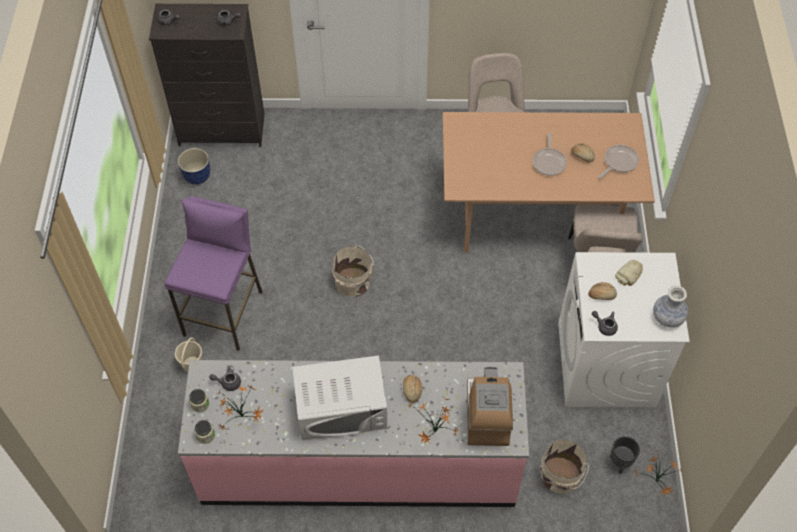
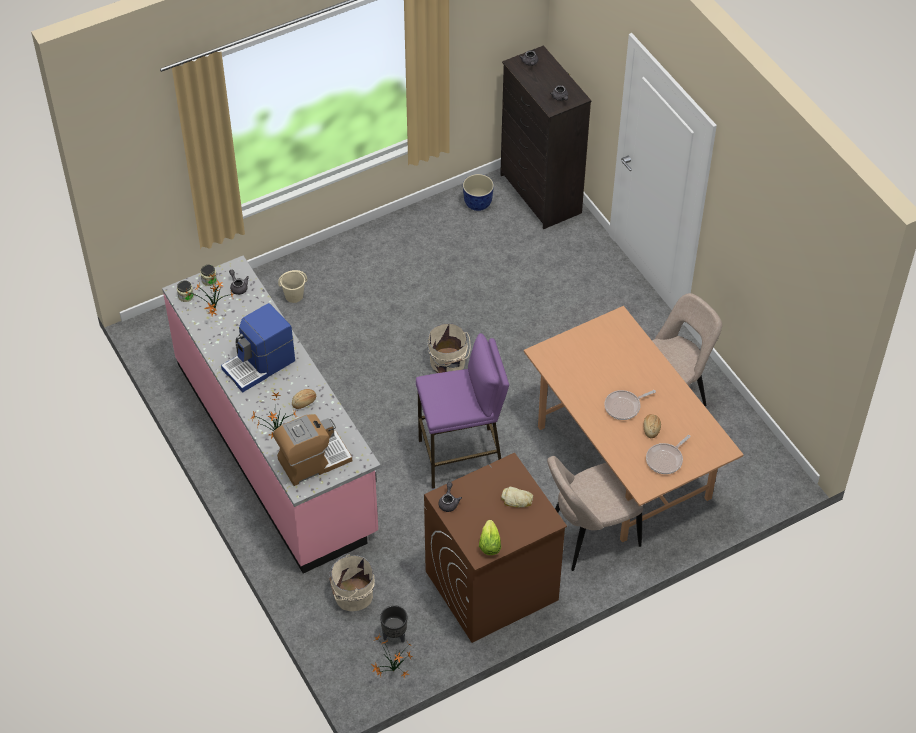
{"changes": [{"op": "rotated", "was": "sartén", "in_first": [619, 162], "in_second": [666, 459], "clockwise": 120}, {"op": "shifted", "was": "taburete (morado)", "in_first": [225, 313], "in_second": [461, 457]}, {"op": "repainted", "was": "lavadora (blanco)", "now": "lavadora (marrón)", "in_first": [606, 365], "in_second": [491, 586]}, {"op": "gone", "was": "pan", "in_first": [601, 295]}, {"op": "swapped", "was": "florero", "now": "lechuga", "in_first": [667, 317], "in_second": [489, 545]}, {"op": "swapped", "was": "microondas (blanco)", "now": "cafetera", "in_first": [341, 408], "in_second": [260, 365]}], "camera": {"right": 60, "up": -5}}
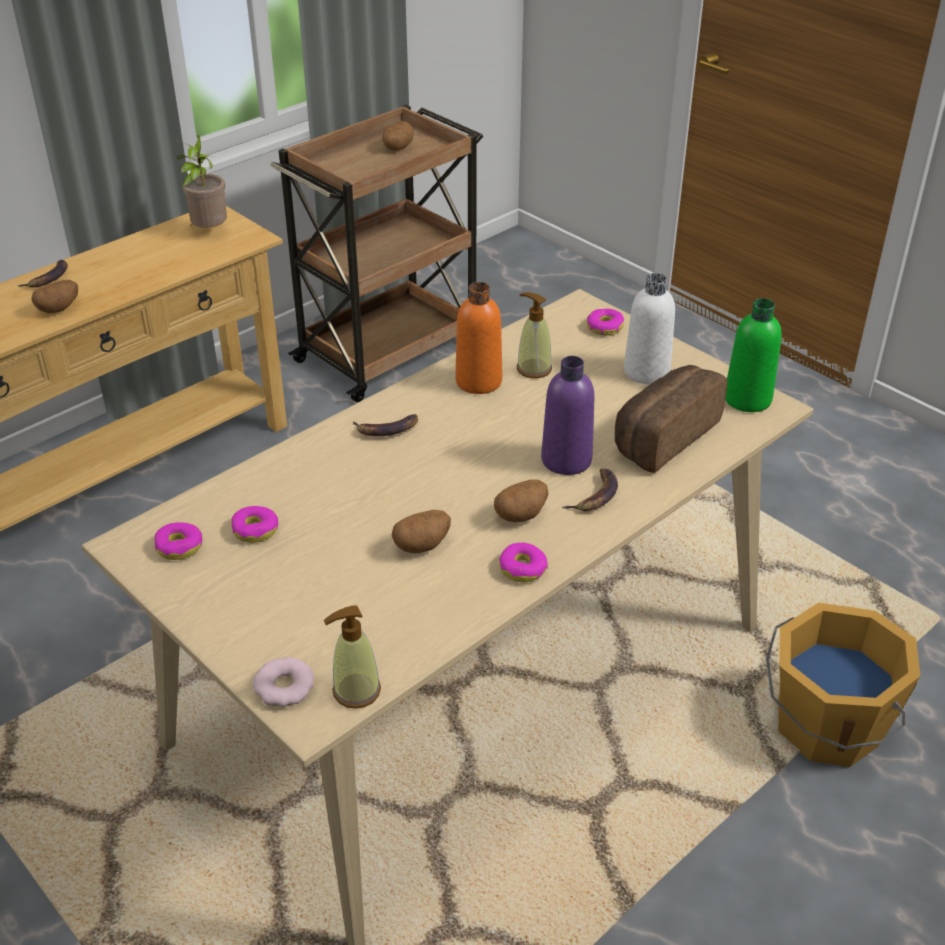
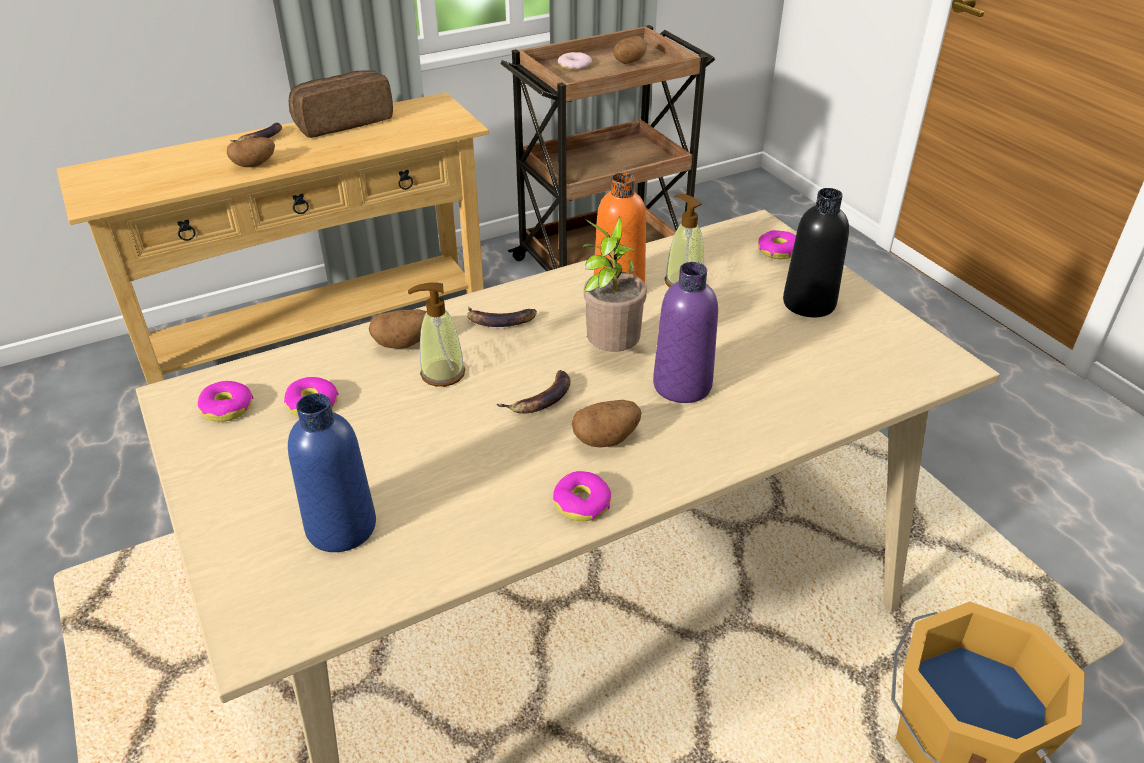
{"changes": [{"op": "shifted", "was": "planta en maceta", "in_first": [208, 232], "in_second": [610, 352]}, {"op": "repainted", "was": "botella (blanco)", "now": "botella (negro)", "in_first": [646, 372], "in_second": [809, 303]}, {"op": "gone", "was": "botella (verde)", "in_first": [747, 399]}, {"op": "shifted", "was": "pan", "in_first": [662, 436], "in_second": [343, 122]}, {"op": "shifted", "was": "plátano", "in_first": [595, 495], "in_second": [541, 398]}, {"op": "shifted", "was": "patata", "in_first": [422, 545], "in_second": [404, 343]}, {"op": "shifted", "was": "dispensador de jabón", "in_first": [356, 691], "in_second": [442, 373]}, {"op": "shifted", "was": "rosquilla", "in_first": [284, 687], "in_second": [574, 65]}, {"op": "new", "now": "botella (azul)", "in_second": [341, 527]}], "camera": {"right": 15, "up": 0}}
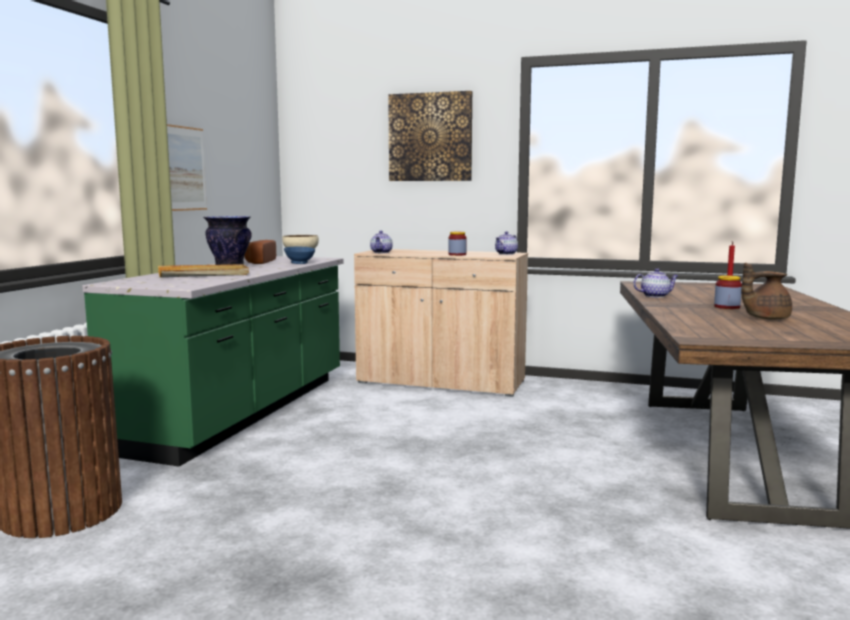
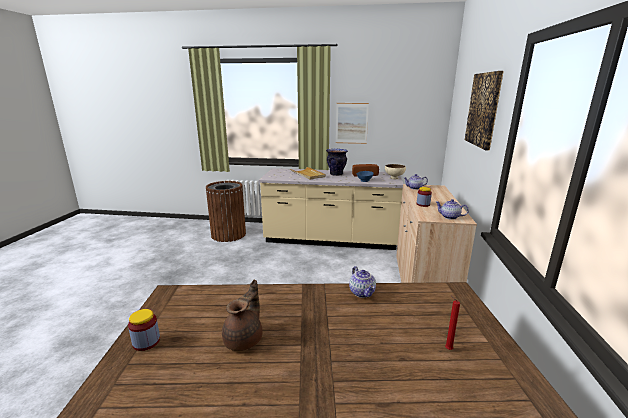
{"changes": [{"op": "repainted", "was": "mueble bajo de cocina (verde)", "now": "mueble bajo de cocina (beis)", "in_first": [241, 412], "in_second": [330, 240]}, {"op": "rotated", "was": "tetera (marrón)", "in_first": [764, 318], "in_second": [245, 339], "clockwise": 45}, {"op": "shifted", "was": "tarro", "in_first": [727, 307], "in_second": [146, 342]}], "camera": {"right": 80, "up": 10}}
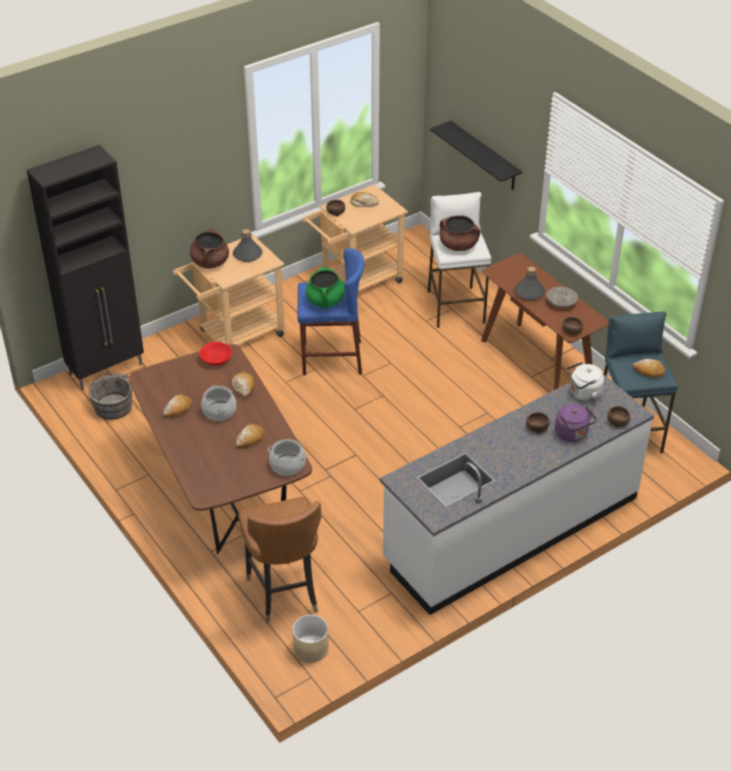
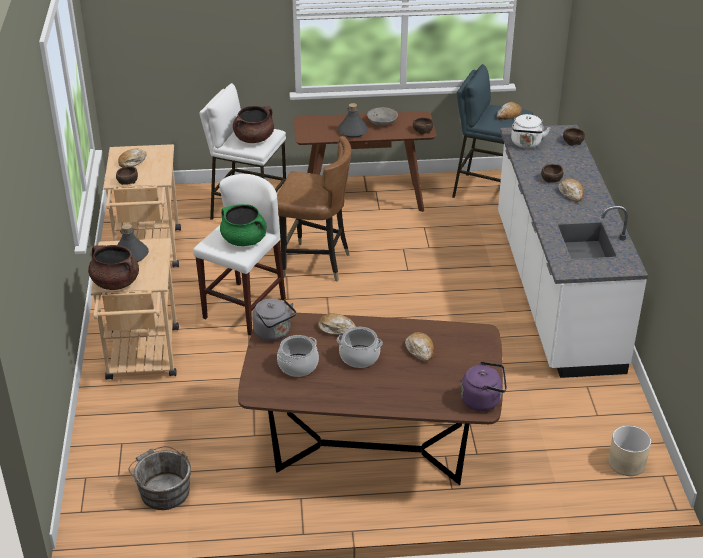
{"changes": [{"op": "gone", "was": "estante (negro)", "in_first": [484, 156]}, {"op": "gone", "was": "armario (negro)", "in_first": [107, 369]}, {"op": "repainted", "was": "taburete (azul)", "now": "taburete (blanco)", "in_first": [331, 358], "in_second": [244, 308]}, {"op": "swapped", "was": "cuenco (rojo)", "now": "hervidor (gris)", "in_first": [216, 359], "in_second": [274, 333]}, {"op": "shifted", "was": "pan", "in_first": [178, 409], "in_second": [571, 193]}, {"op": "shifted", "was": "hervidor (morado)", "in_first": [573, 434], "in_second": [483, 400]}, {"op": "shifted", "was": "olla", "in_first": [287, 465], "in_second": [298, 365]}, {"op": "shifted", "was": "silla (marrón)", "in_first": [284, 593], "in_second": [315, 264]}], "camera": {"right": -60, "up": -5}}
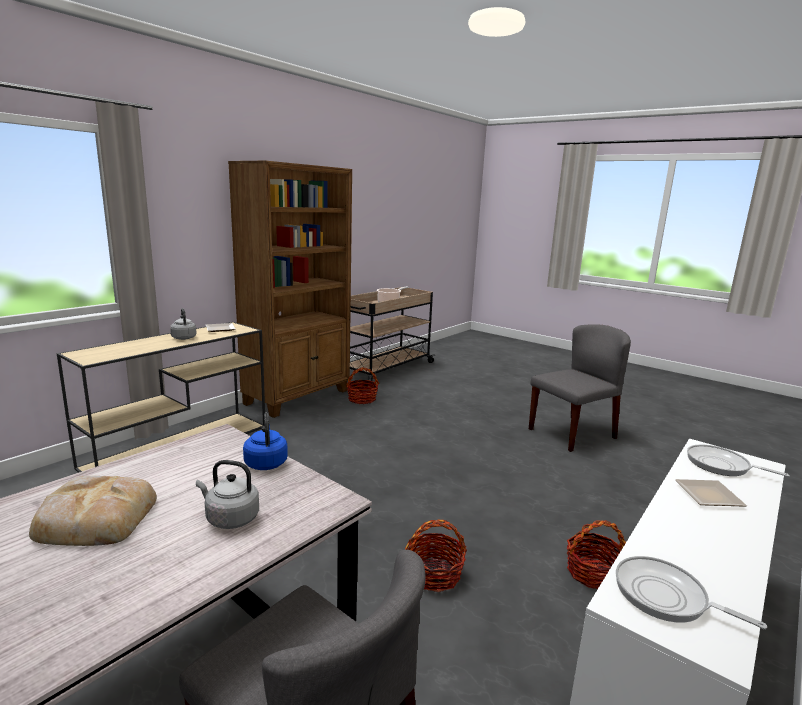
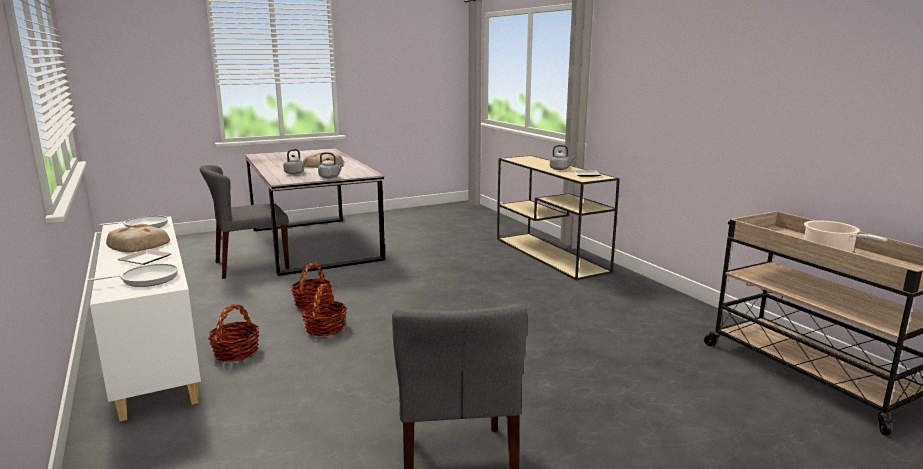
{"changes": [{"op": "gone", "was": "estantería (marrón)", "in_first": [298, 397]}, {"op": "shifted", "was": "cesta", "in_first": [362, 399], "in_second": [325, 328]}, {"op": "repainted", "was": "hervidor (azul)", "now": "hervidor (gris)", "in_first": [266, 462], "in_second": [330, 177]}, {"op": "new", "now": "pan", "in_second": [138, 244]}], "camera": {"right": 115, "up": 0}}
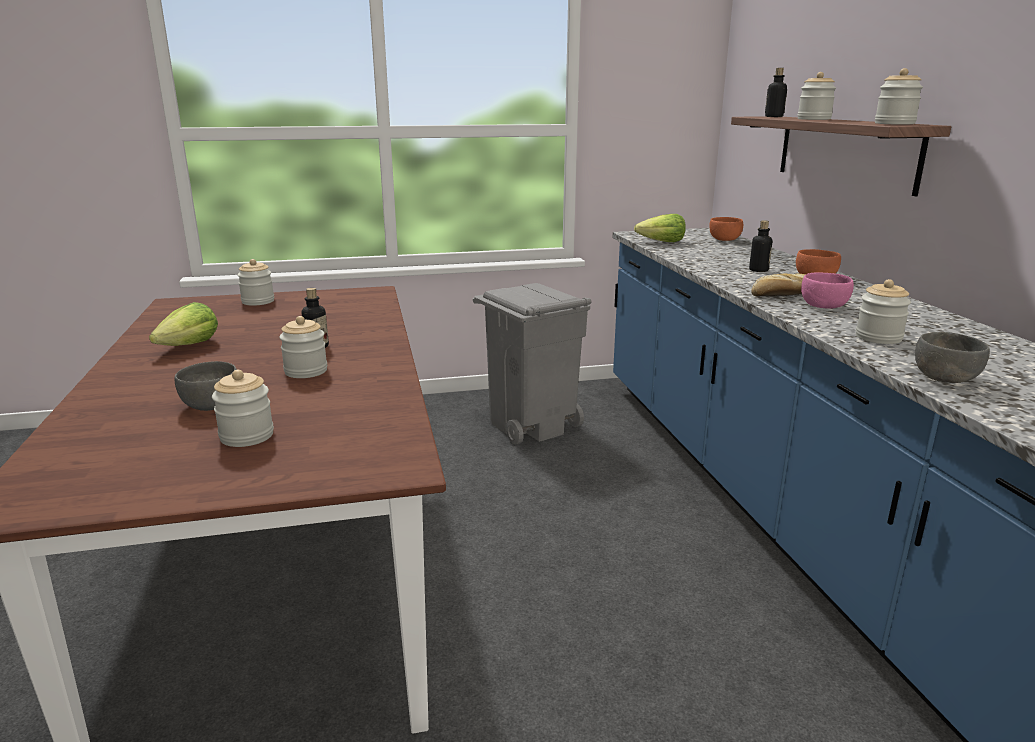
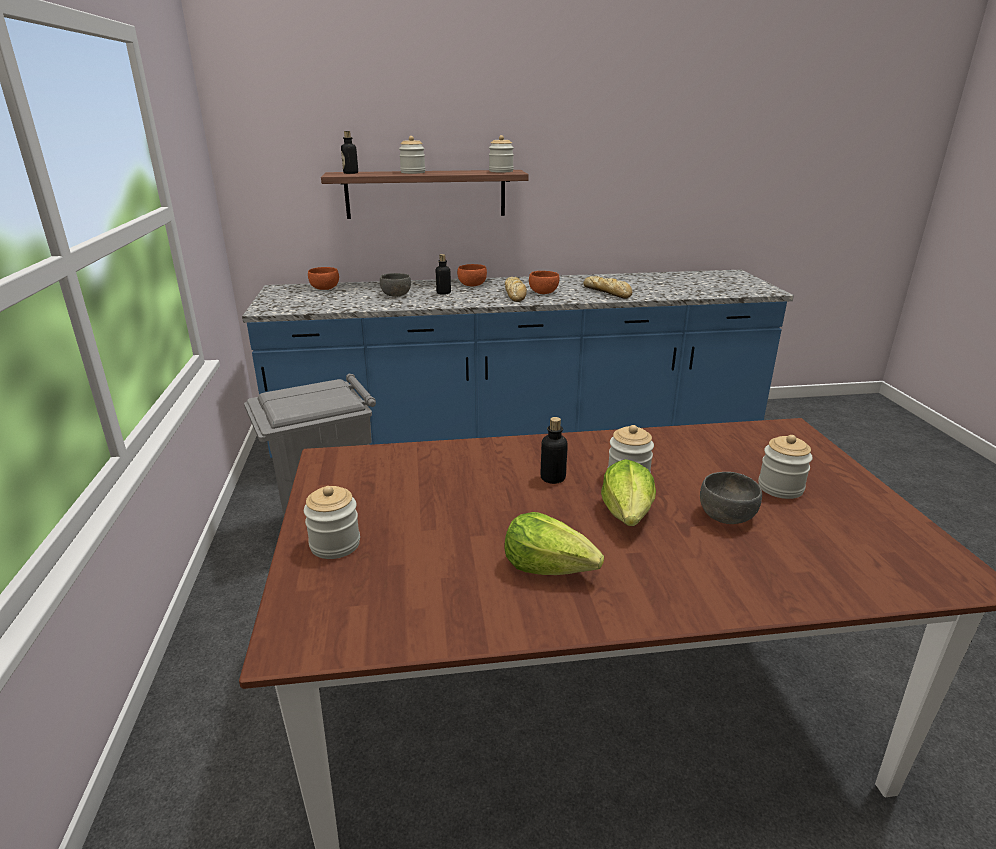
{"changes": [{"op": "shifted", "was": "lechuga", "in_first": [661, 242], "in_second": [628, 514]}, {"op": "repainted", "was": "cuenco (rosa)", "now": "cuenco (naranja)", "in_first": [824, 306], "in_second": [543, 292]}, {"op": "swapped", "was": "tarro", "now": "pan", "in_first": [878, 337], "in_second": [607, 292]}, {"op": "shifted", "was": "cuenco (gris)", "in_first": [945, 377], "in_second": [395, 294]}], "camera": {"right": -85, "up": 5}}
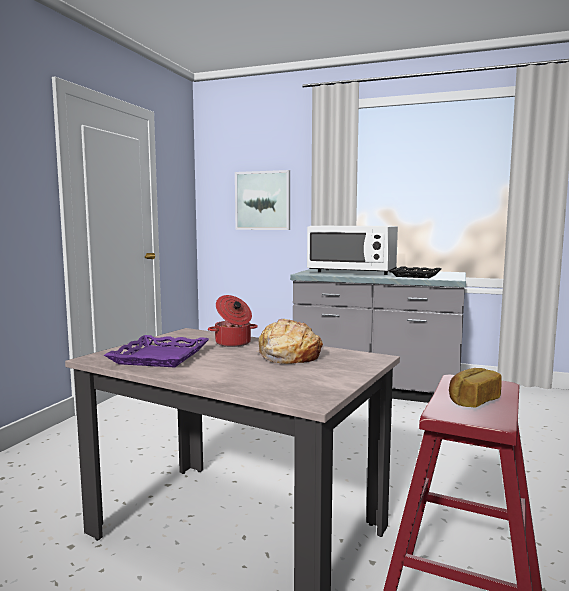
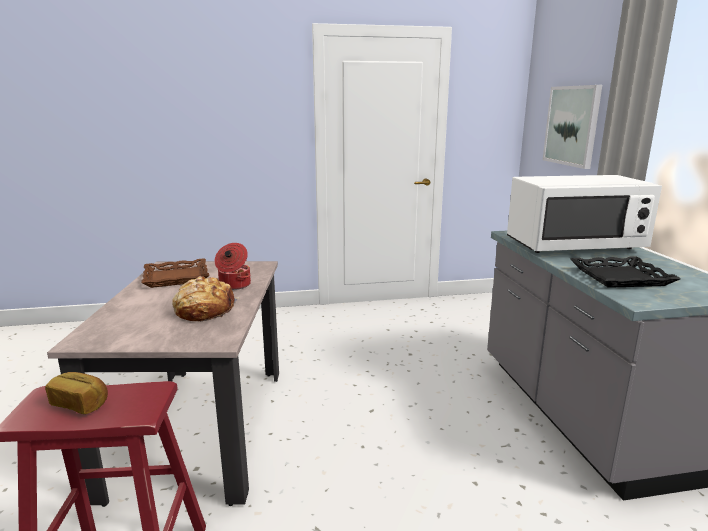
{"changes": [{"op": "rotated", "was": "microondas (blanco)", "in_first": [352, 272], "in_second": [574, 246], "clockwise": -90}, {"op": "repainted", "was": "bandeja (morado)", "now": "bandeja (marrón)", "in_first": [161, 357], "in_second": [176, 278]}], "camera": {"right": 60, "up": 10}}
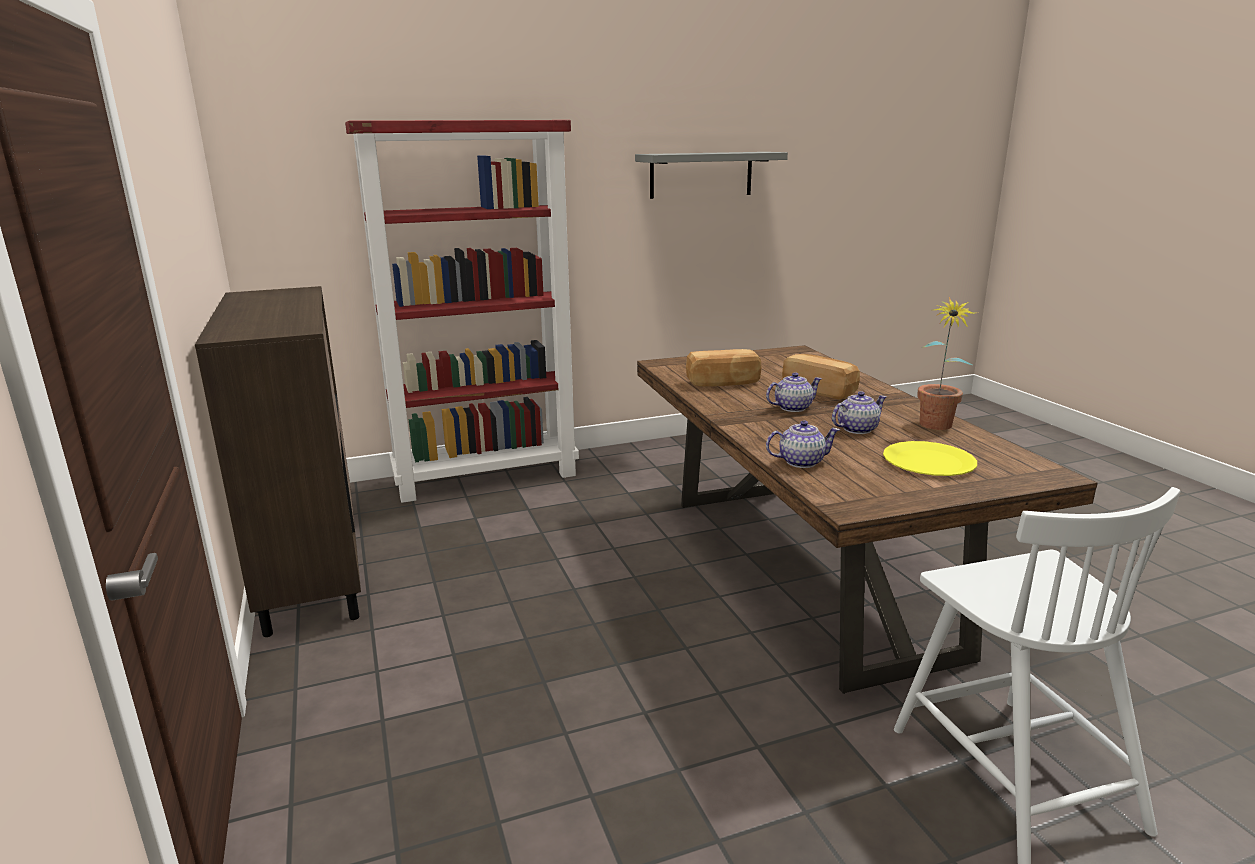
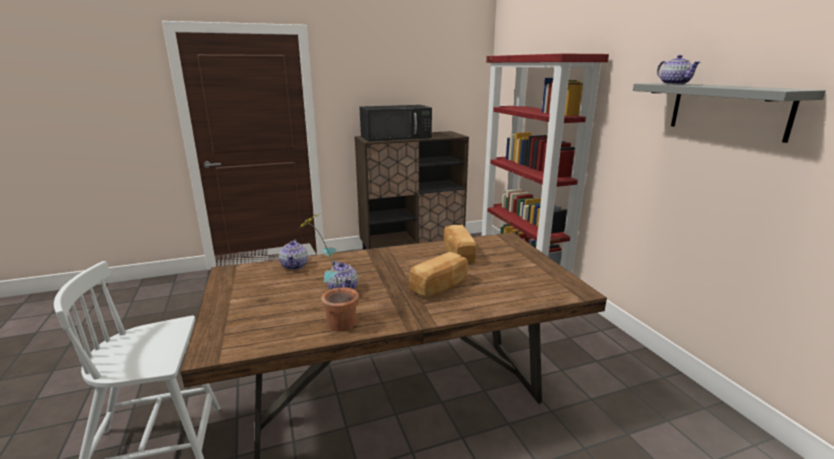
{"changes": [{"op": "shifted", "was": "tetera", "in_first": [792, 408], "in_second": [674, 84]}, {"op": "gone", "was": "plato (amarillo)", "in_first": [929, 461]}, {"op": "new", "now": "microondas (negro)", "in_second": [396, 137]}], "camera": {"right": 90, "up": 0}}
